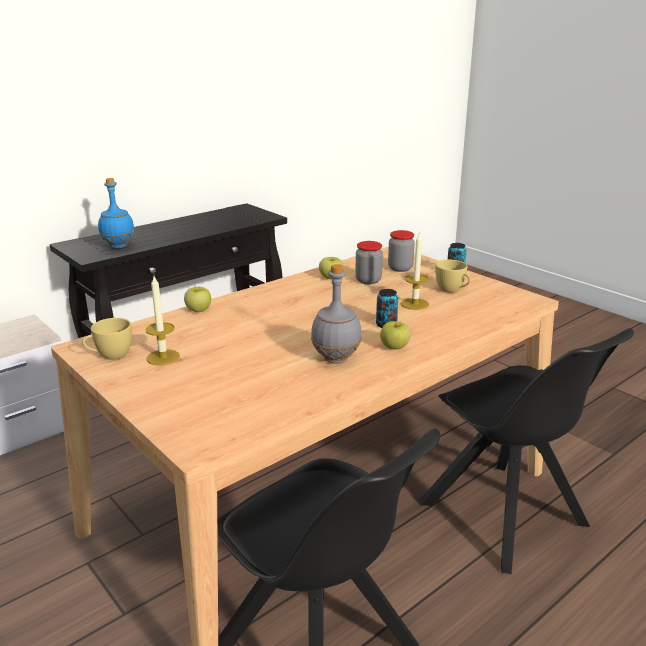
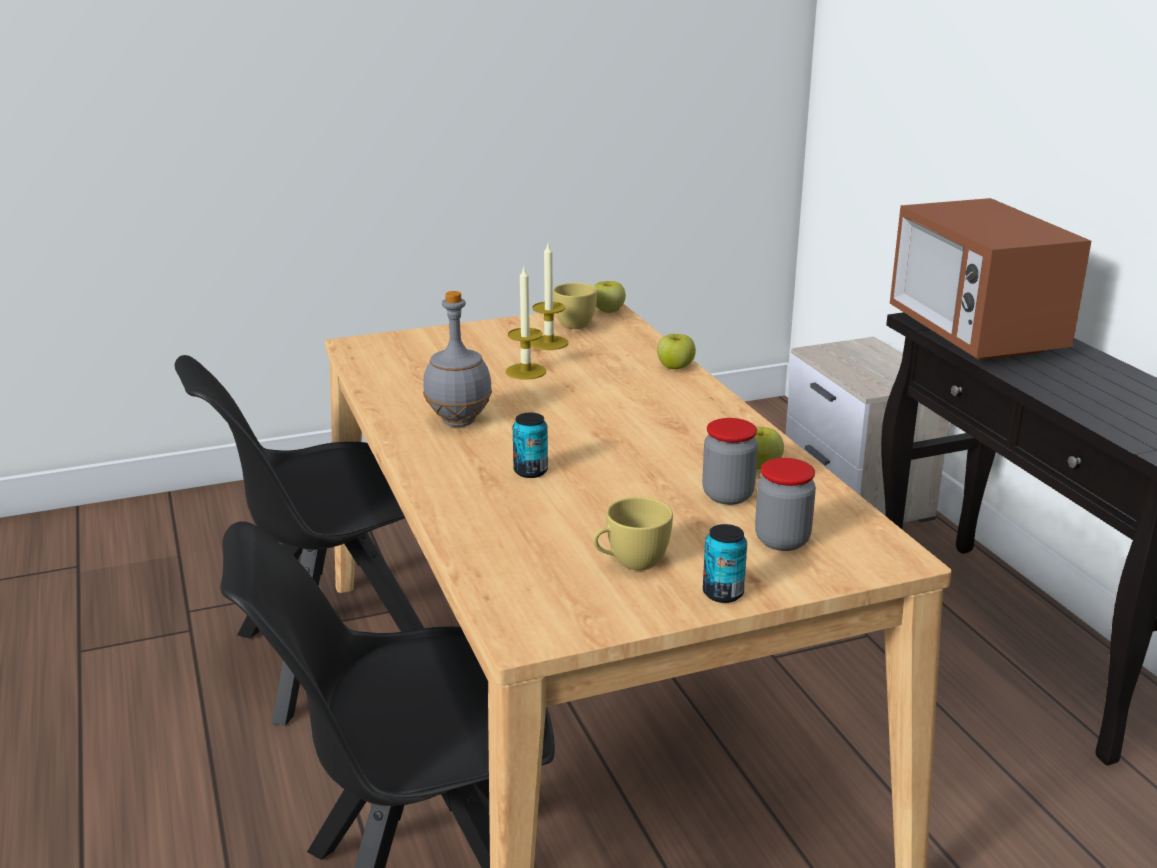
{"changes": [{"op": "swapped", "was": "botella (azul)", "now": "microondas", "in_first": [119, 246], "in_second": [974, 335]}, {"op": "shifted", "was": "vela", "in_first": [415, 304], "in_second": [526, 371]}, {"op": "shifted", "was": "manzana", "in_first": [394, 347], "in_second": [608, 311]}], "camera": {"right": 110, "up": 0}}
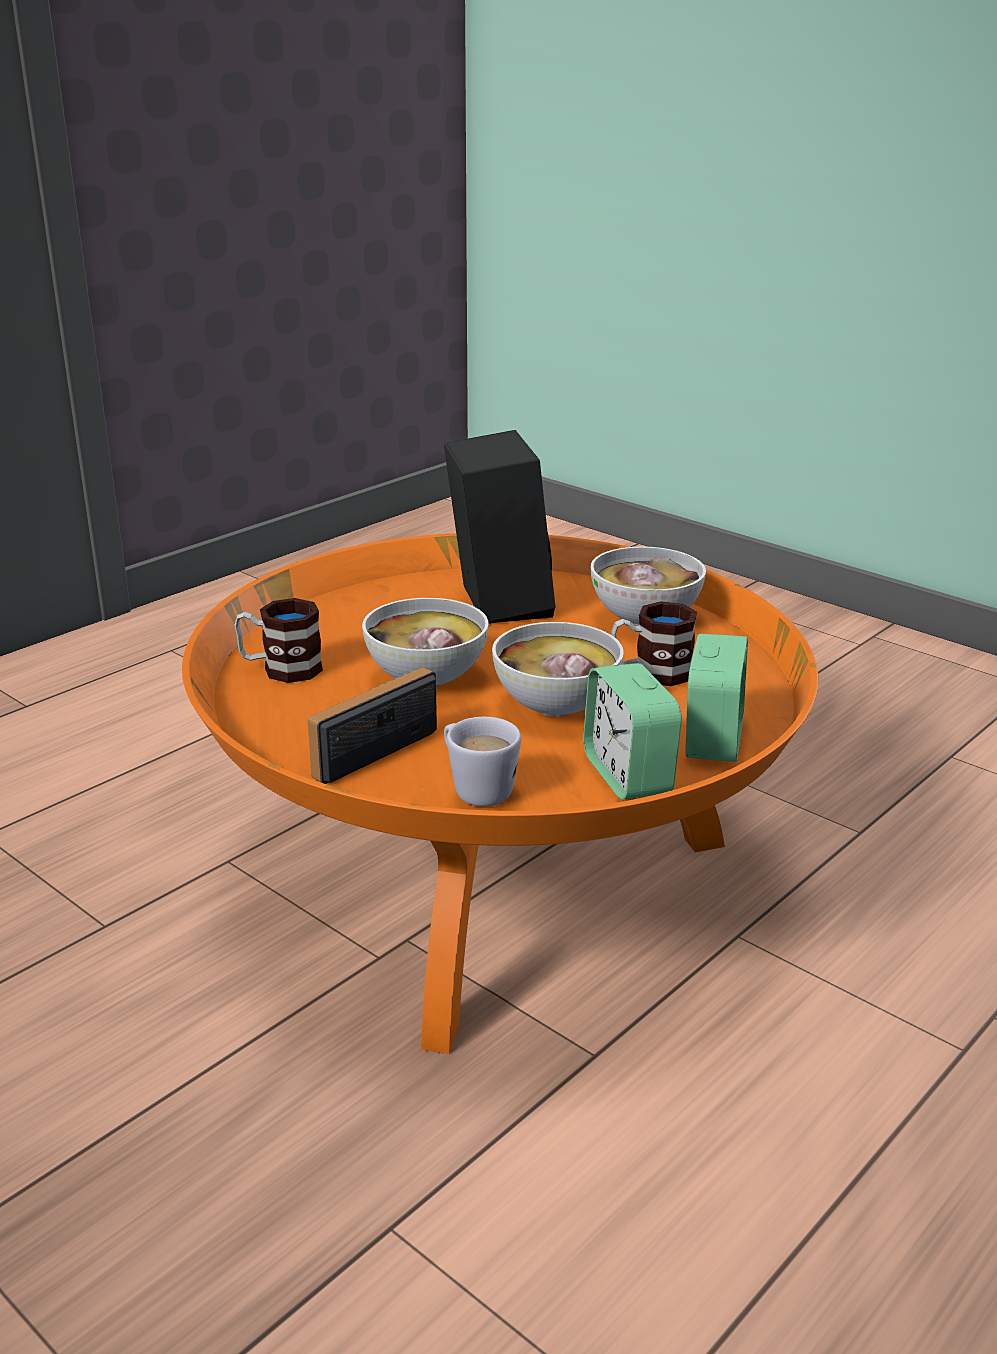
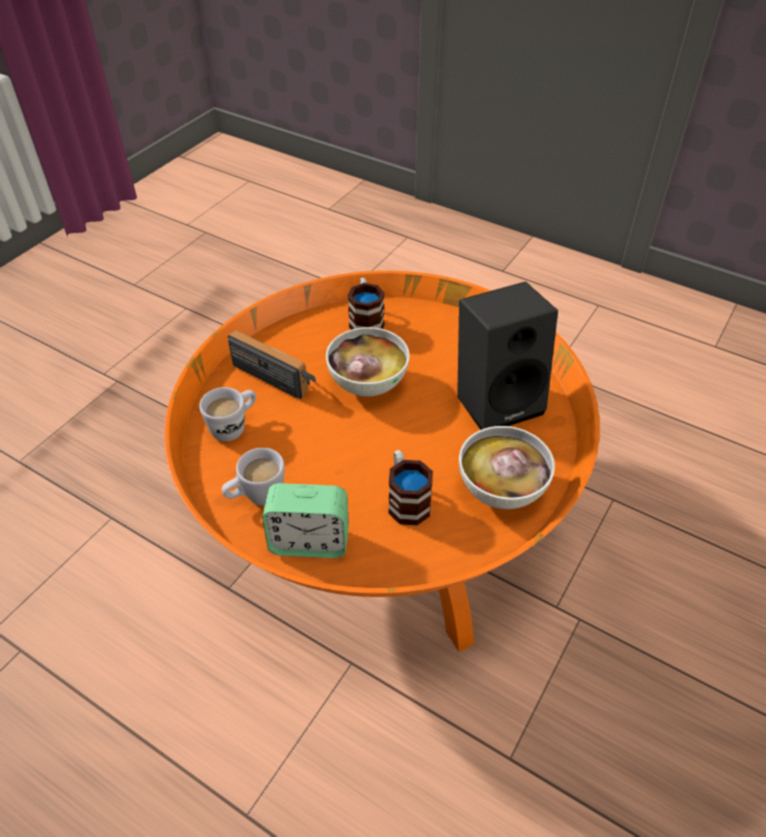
{"changes": [{"op": "gone", "was": "cuenco", "in_first": [555, 706]}, {"op": "swapped", "was": "despertador", "now": "taza grande (blanco)", "in_first": [628, 775], "in_second": [256, 497]}], "camera": {"right": 80, "up": 20}}
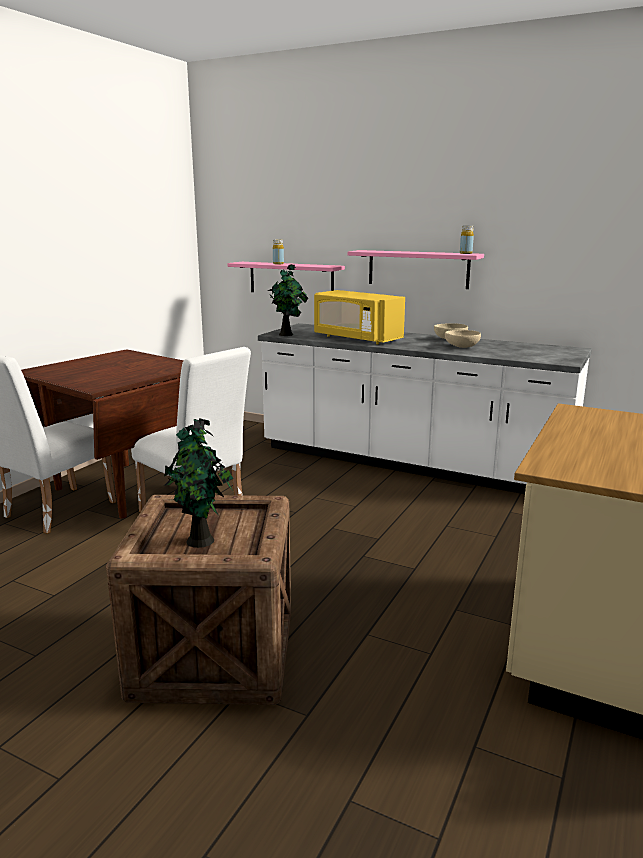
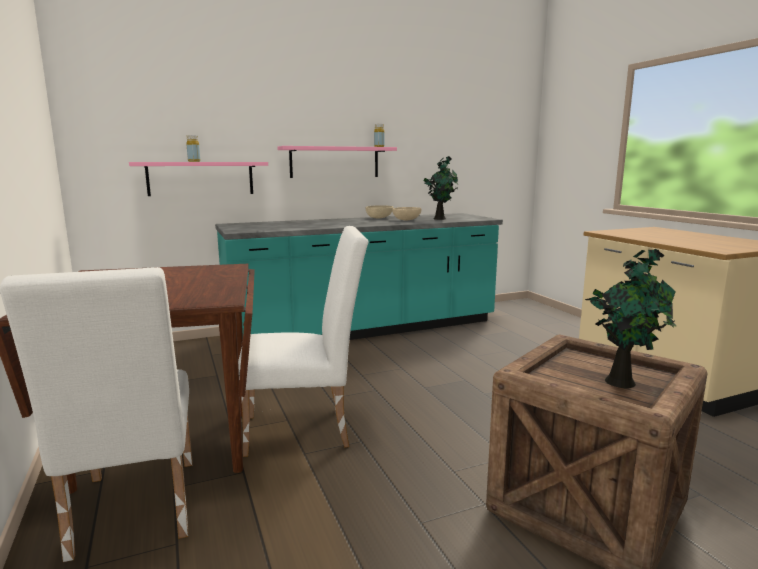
{"changes": [{"op": "shifted", "was": "planta en maceta", "in_first": [287, 334], "in_second": [440, 218]}, {"op": "gone", "was": "microondas (amarillo)", "in_first": [356, 338]}, {"op": "repainted", "was": "mueble bajo de cocina (blanco)", "now": "mueble bajo de cocina (turquesa)", "in_first": [410, 463], "in_second": [364, 330]}], "camera": {"right": -50, "up": -5}}
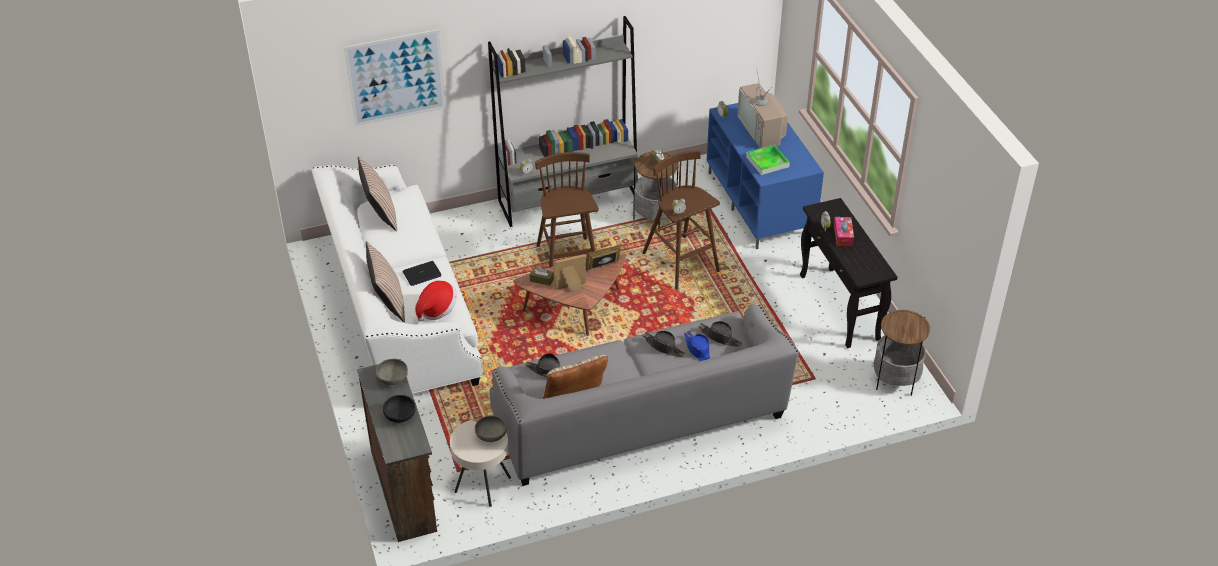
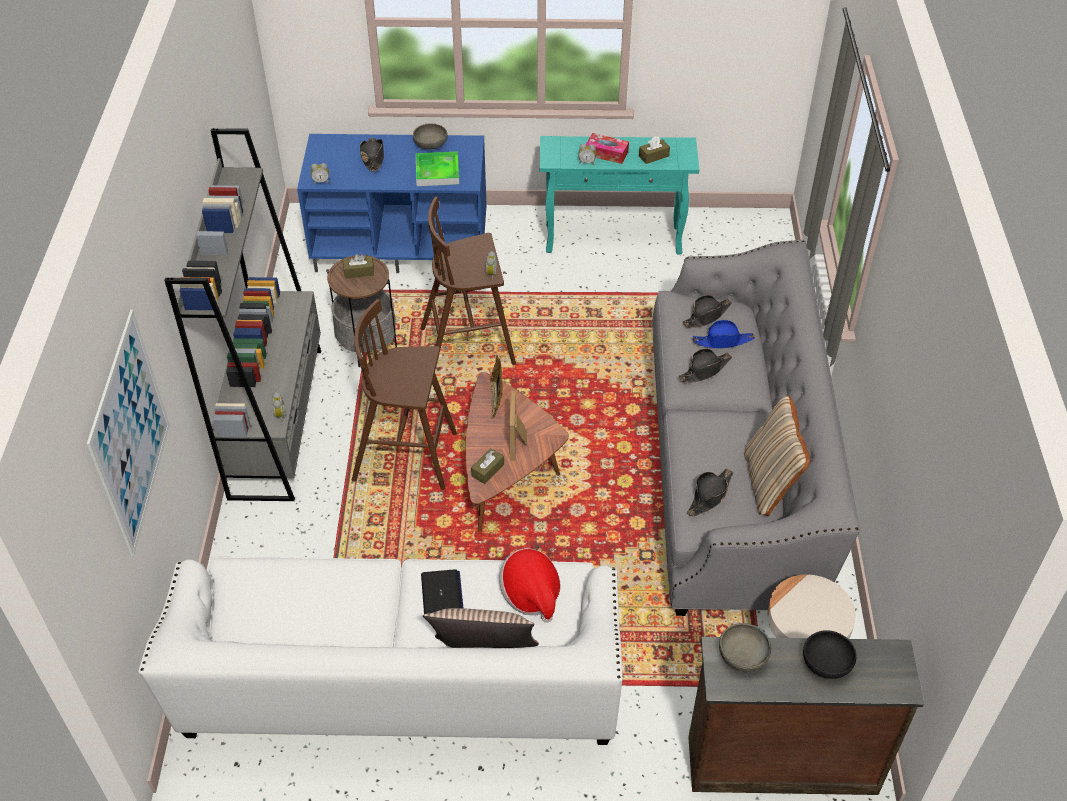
{"changes": [{"op": "swapped", "was": "televisor", "now": "sombrero (negro)", "in_first": [762, 130], "in_second": [373, 158]}, {"op": "gone", "was": "cojín", "in_first": [380, 214]}, {"op": "repainted", "was": "mesa consola (negro)", "now": "mesa consola (turquesa)", "in_first": [840, 308], "in_second": [614, 239]}, {"op": "gone", "was": "mesa auxiliar", "in_first": [895, 380]}, {"op": "shifted", "was": "cuenco (gris)", "in_first": [491, 435], "in_second": [430, 145]}, {"op": "new", "now": "caja de pañuelos (marrón)", "in_second": [653, 156]}], "camera": {"right": -70, "up": 5}}
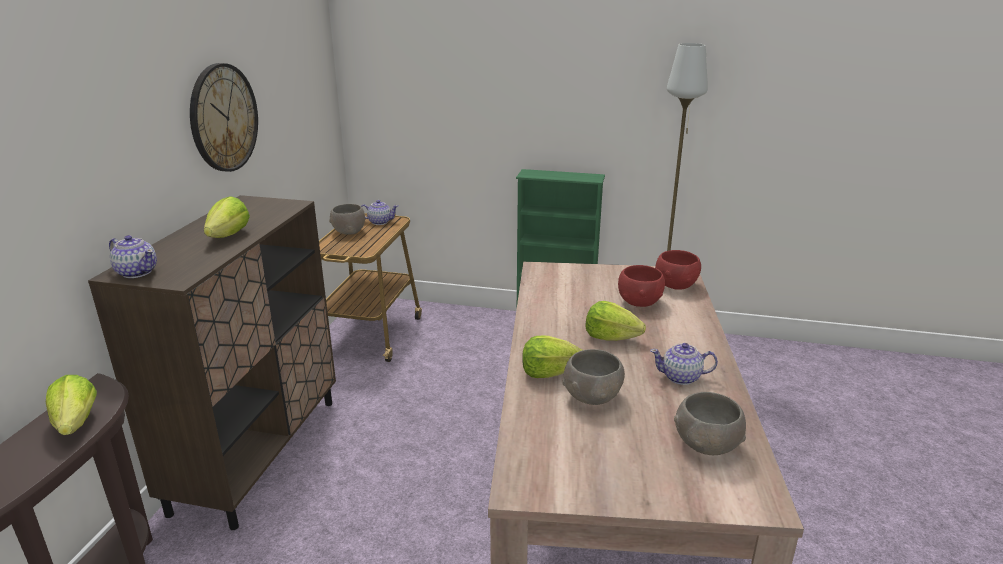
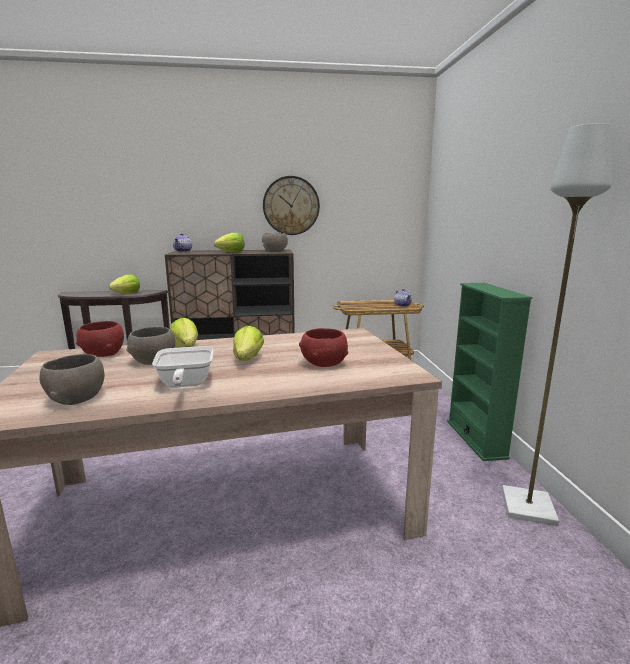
{"changes": [{"op": "shifted", "was": "cuenco (gris)", "in_first": [348, 231], "in_second": [274, 251]}, {"op": "shifted", "was": "cuenco (rojo)", "in_first": [676, 285], "in_second": [102, 354]}, {"op": "swapped", "was": "tetera", "now": "sartén", "in_first": [681, 377], "in_second": [185, 385]}], "camera": {"right": 70, "up": -10}}
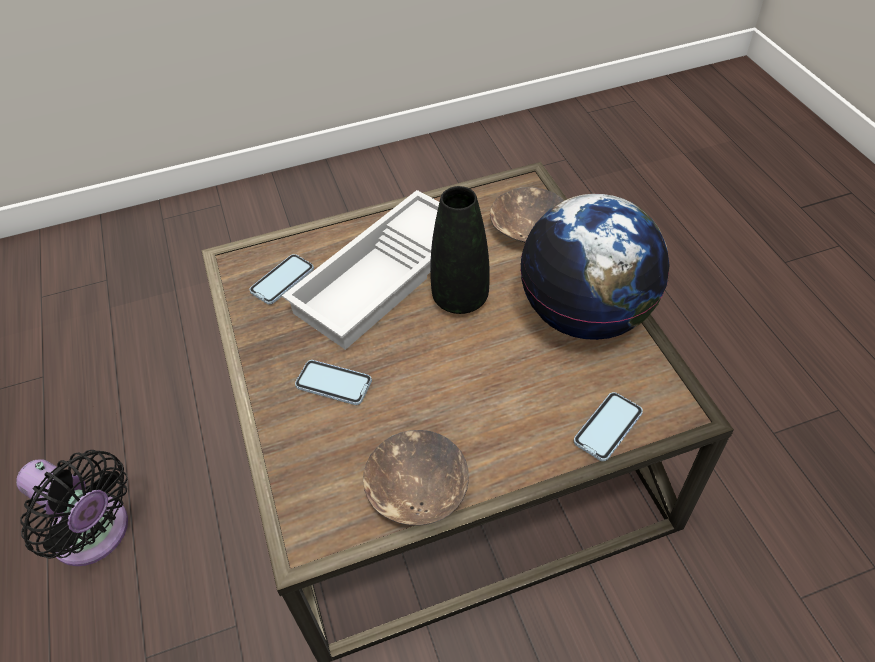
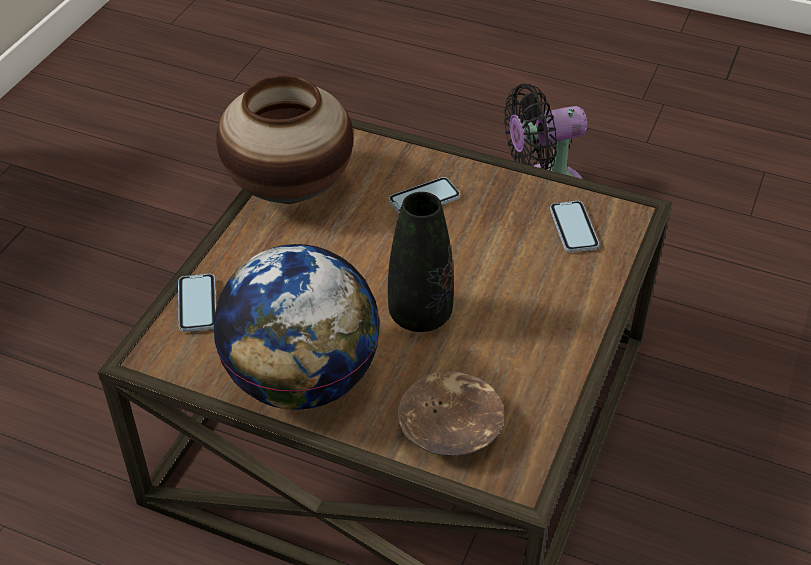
{"changes": [{"op": "gone", "was": "bandeja (blanco)", "in_first": [385, 278]}, {"op": "swapped", "was": "cuenco (marrón)", "now": "florero", "in_first": [416, 487], "in_second": [290, 187]}], "camera": {"right": 130, "up": -5}}
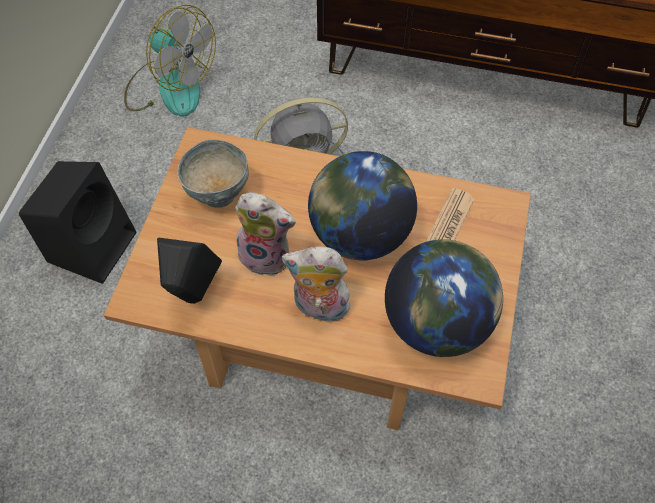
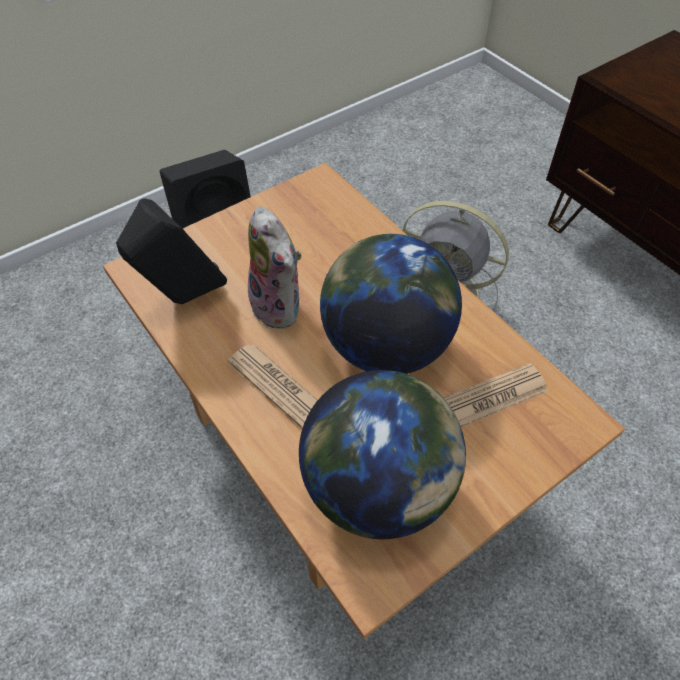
{"changes": [{"op": "gone", "was": "ventilador", "in_first": [170, 87]}, {"op": "gone", "was": "cuenco (gris)", "in_first": [218, 195]}, {"op": "swapped", "was": "peluche", "now": "periódico", "in_first": [319, 308], "in_second": [277, 385]}], "camera": {"right": 40, "up": -5}}
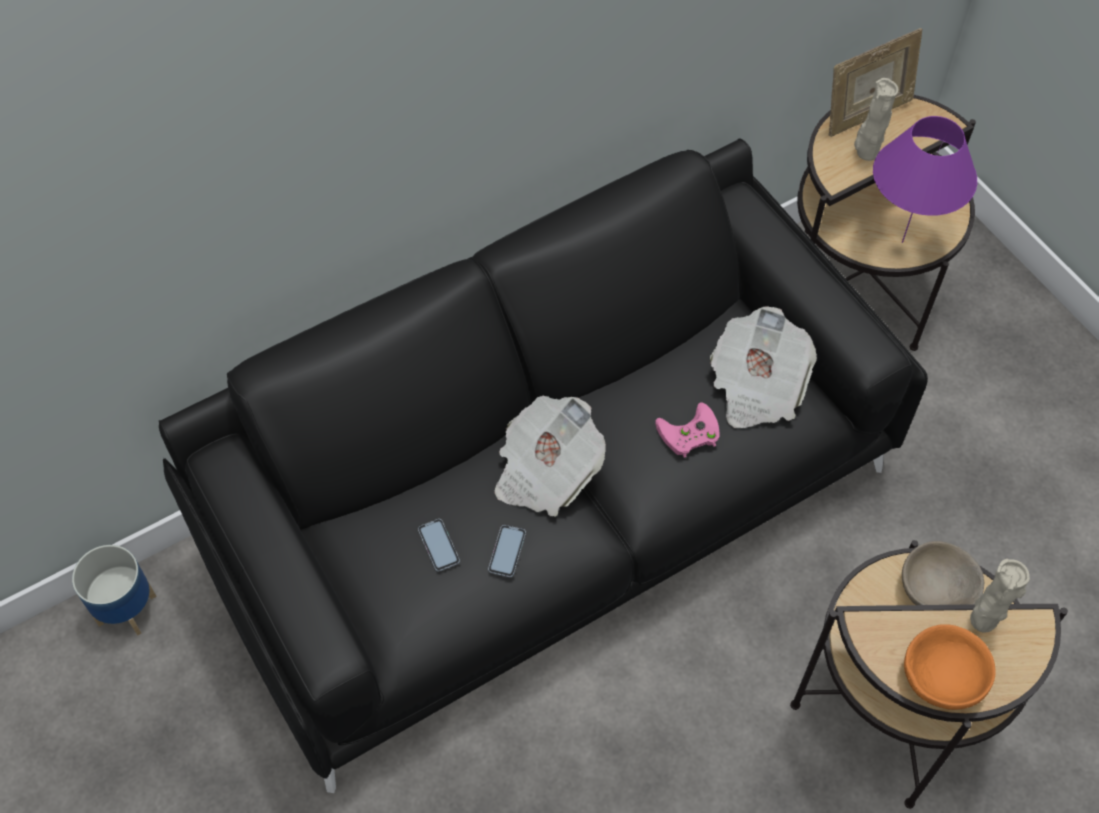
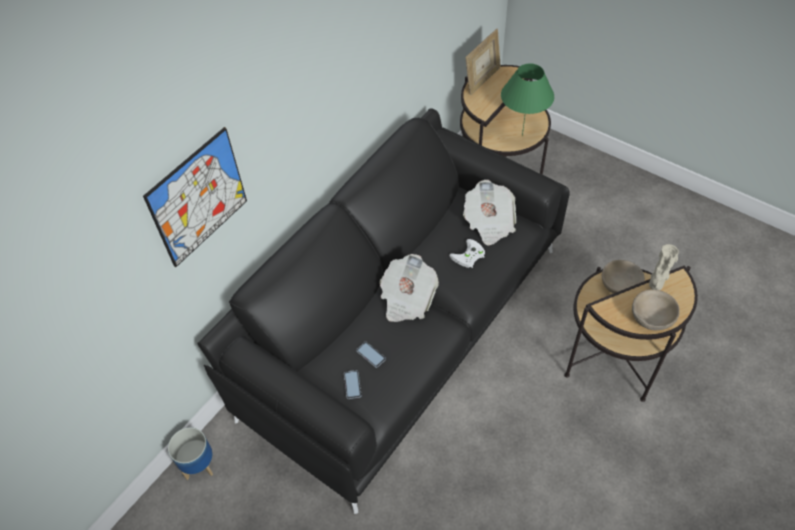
{"changes": [{"op": "gone", "was": "florero (beis)", "in_first": [866, 153]}, {"op": "repainted", "was": "lámpara de mesa (morado)", "now": "lámpara de mesa (verde)", "in_first": [902, 241], "in_second": [522, 135]}, {"op": "repainted", "was": "mando de consola (rosa)", "now": "mando de consola (blanco)", "in_first": [688, 435], "in_second": [468, 256]}, {"op": "shifted", "was": "móvil", "in_first": [507, 551], "in_second": [352, 384]}, {"op": "repainted", "was": "cuenco (naranja)", "now": "cuenco (beis)", "in_first": [942, 678], "in_second": [651, 318]}, {"op": "new", "now": "cuadro", "in_second": [198, 198]}], "camera": {"right": -20, "up": -5}}
